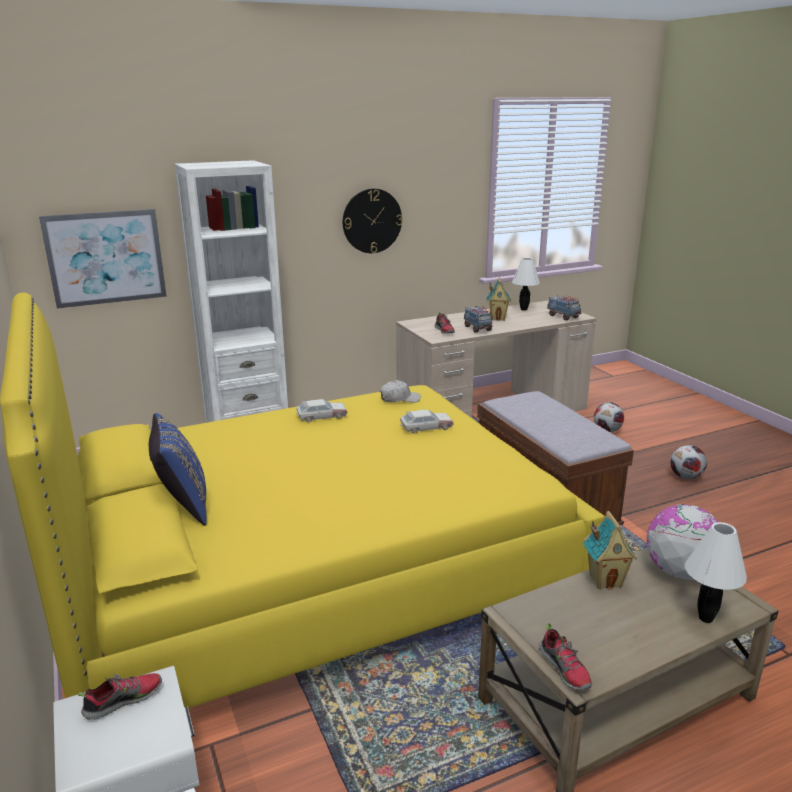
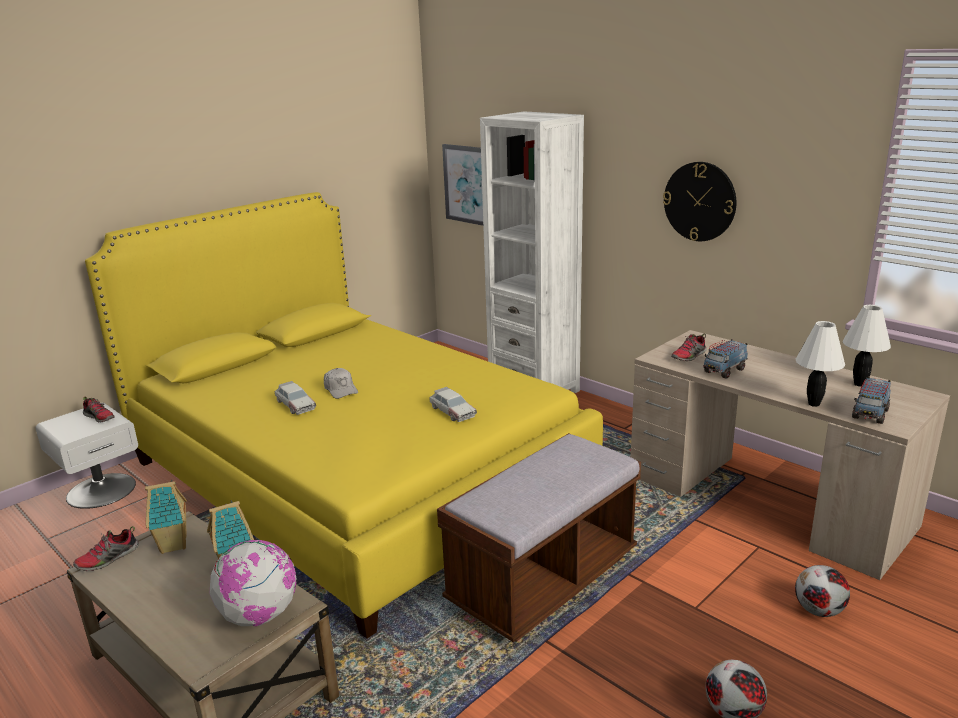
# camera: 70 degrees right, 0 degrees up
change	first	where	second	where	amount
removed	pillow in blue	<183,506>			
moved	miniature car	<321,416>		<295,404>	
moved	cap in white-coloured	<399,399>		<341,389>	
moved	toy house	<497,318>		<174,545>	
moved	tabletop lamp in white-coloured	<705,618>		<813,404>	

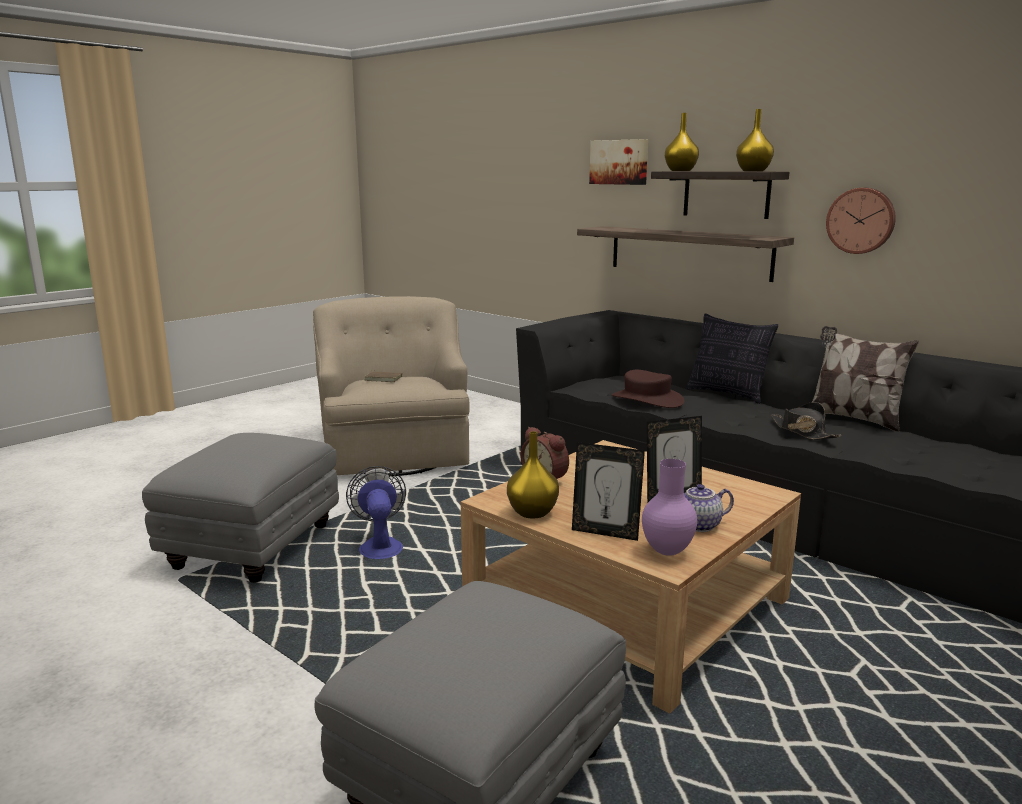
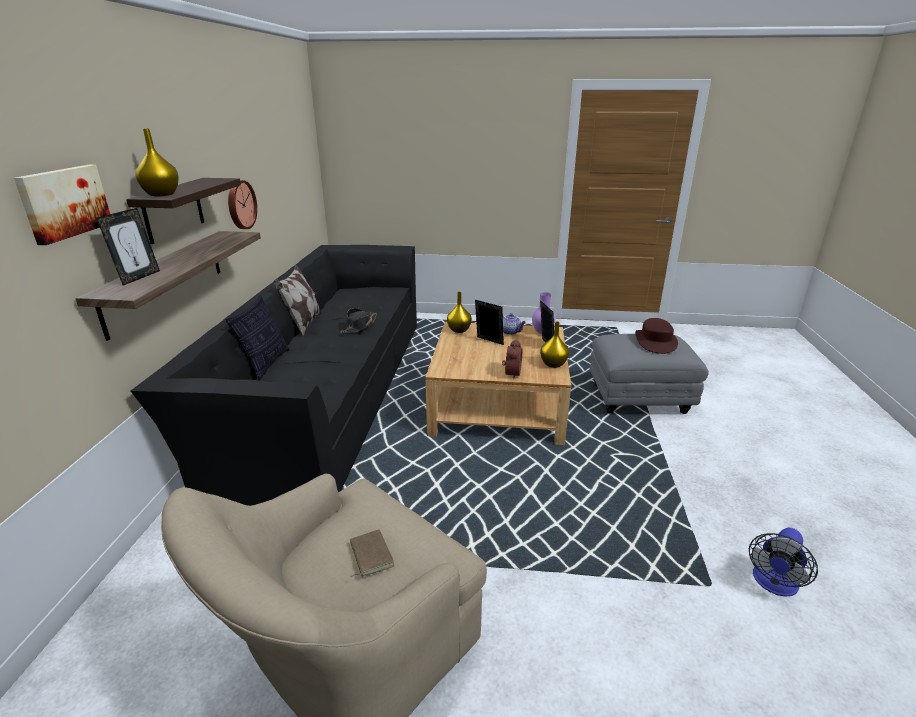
# camera: 125 degrees left, 10 degrees up
change	first	where	second	where	amount
removed	pouffe in grey	<254,546>			
added			photo frame	<138,277>	
moved	cooling fan	<380,545>		<773,584>	
moved	wearable hat in brown-coloured	<647,399>		<655,341>	
moved	flower vase in yellow	<754,171>		<458,330>	

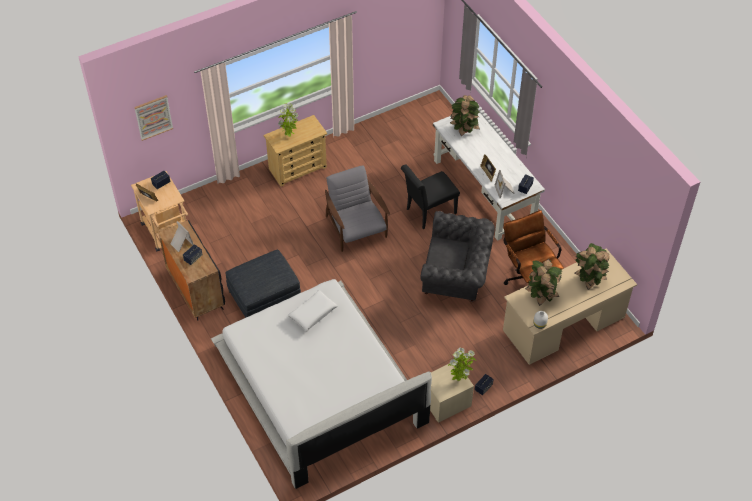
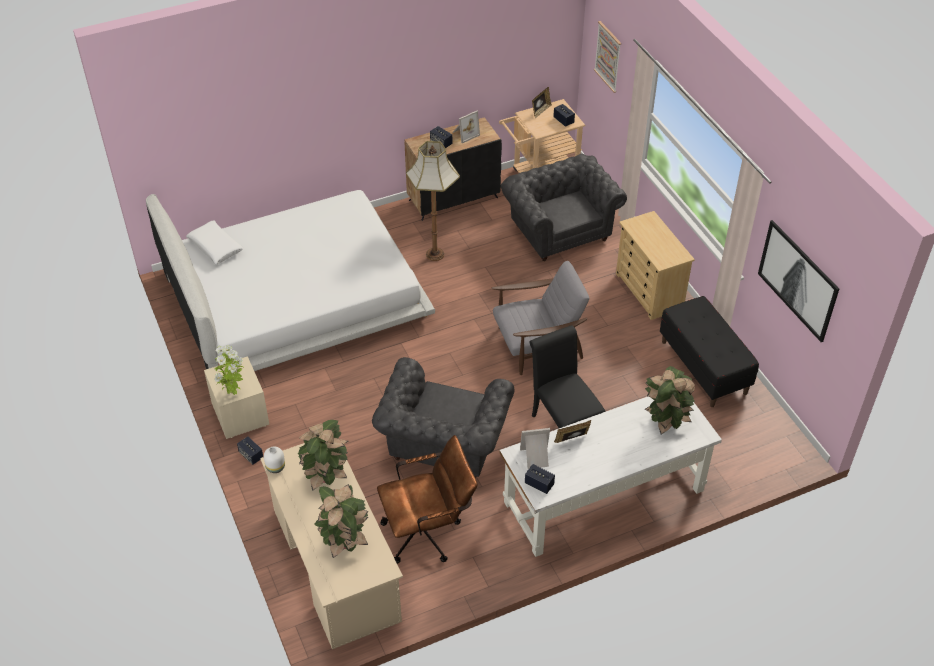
# camera: 95 degrees right, 5 degrees down
change	first	where	second	where	amount
removed	plant in a pot	<289,135>			
added			easy chair in grey	<559,229>	
added			bench in black	<704,367>	
added			wall art	<798,280>	
moved	pillow in white-coloured	<312,313>		<215,247>	
replaced	pouffe in grey	<264,297>	standing lamp	<434,254>	

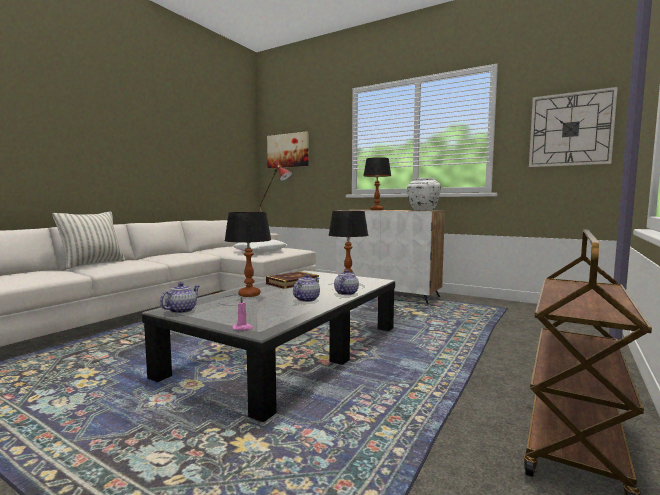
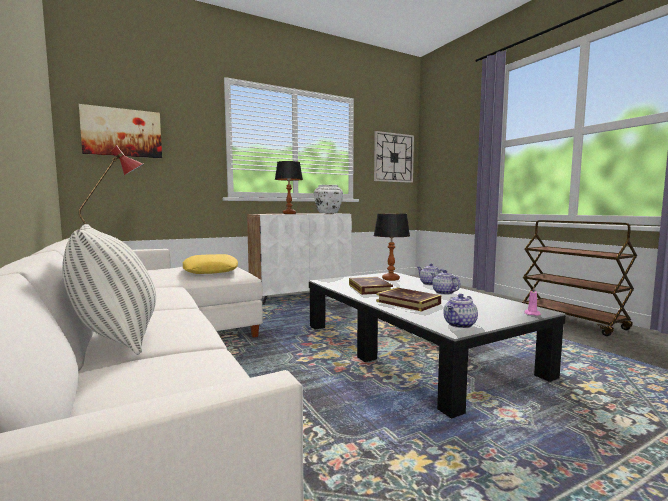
# camera: 60 degrees left, 0 degrees up
change	first	where	second	where	amount
replaced	tabletop lamp	<249,295>	bound book	<408,302>	
recoloured	pillow in white-coloured	<260,251>	pillow in yellow	<210,270>	
turned	teapot	<181,310>		<460,325>	105 degrees counterclockwise

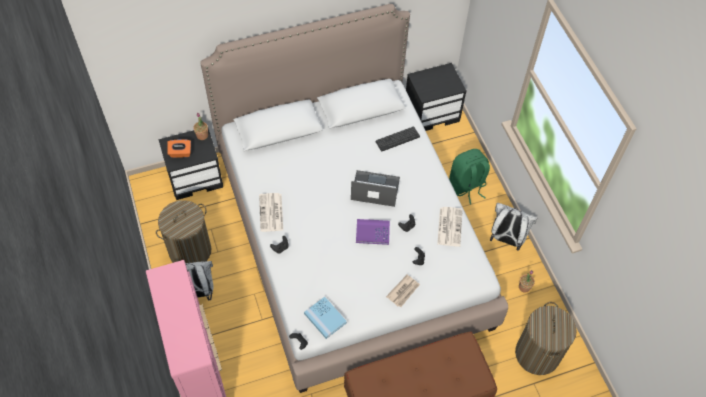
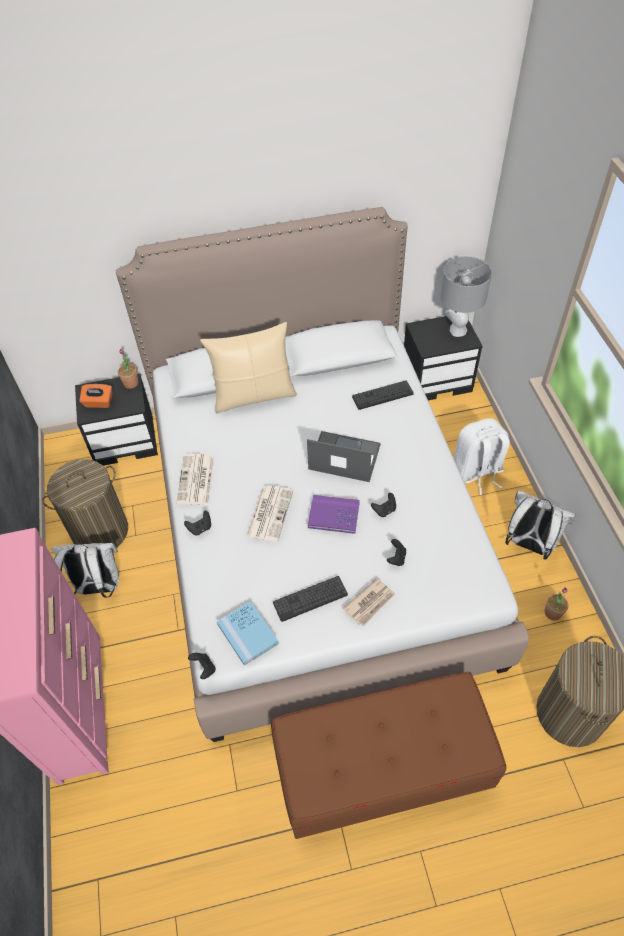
# camera: 10 degrees right, 5 degrees down
change	first	where	second	where	amount
added			pillow in beige	<254,395>	
added			PC keyboard	<310,599>	
added			tabletop lamp in grey	<457,330>	
moved	daily paper	<449,226>		<269,512>	
recoloured	knapsack in green-coloured	<467,186>	knapsack in white-coloured	<477,472>	

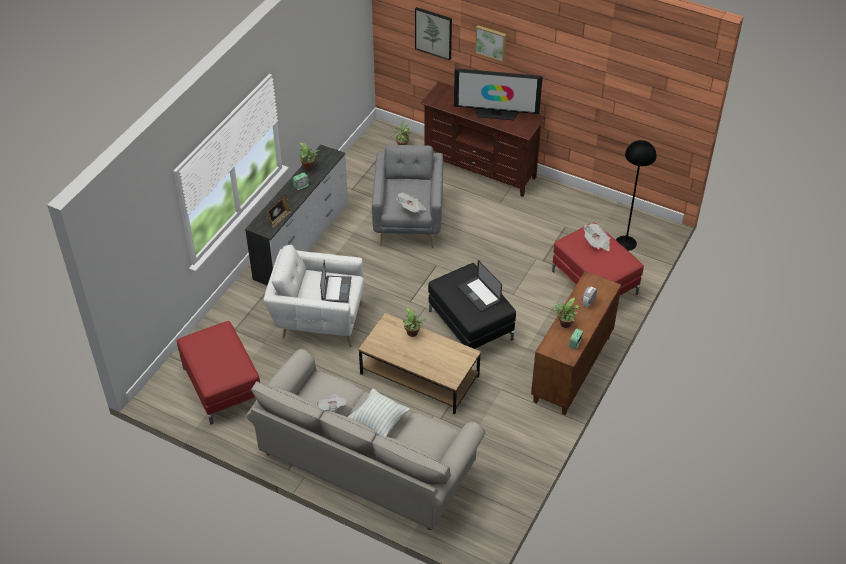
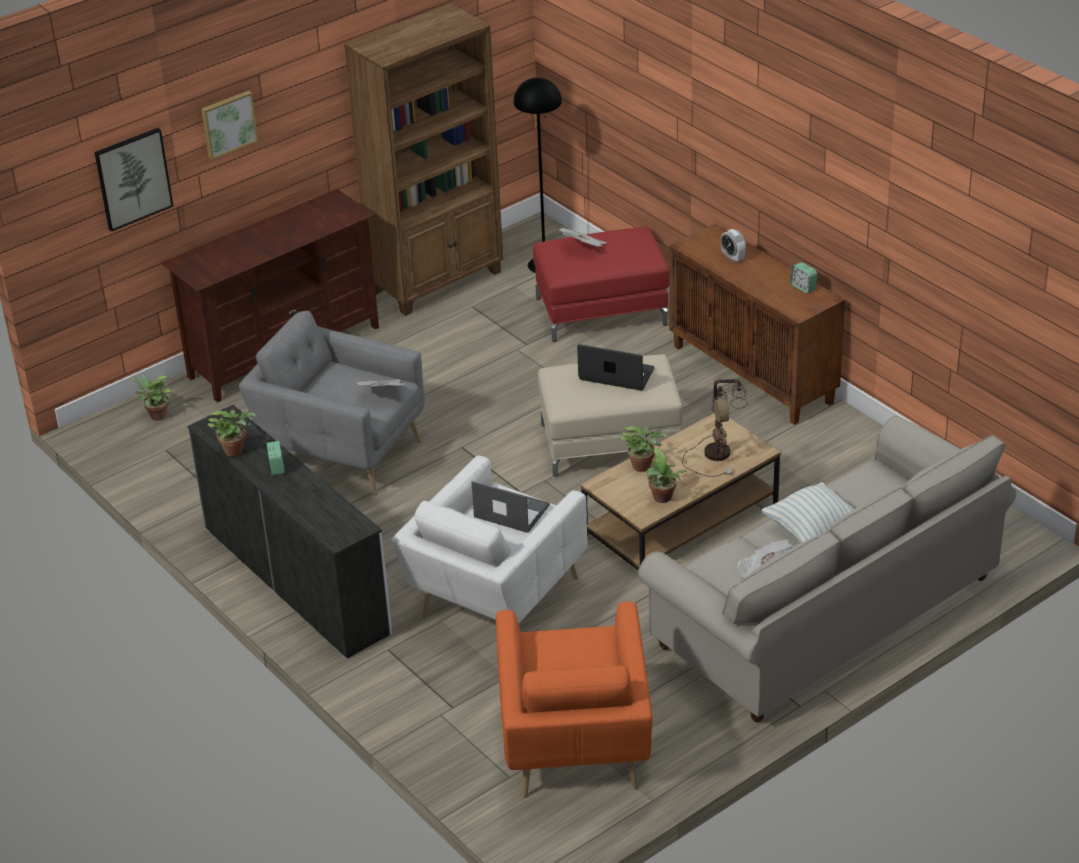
# camera: 65 degrees left, 10 degrees down
change	first	where	second	where	amount
removed	photo frame	<279,219>			
removed	television	<496,113>			
added			bookshelf in brown-coloured	<438,281>	
added			tabletop lamp	<718,452>	
moved	plant in a pot	<564,324>		<663,499>	
replaced	pouffe in red-coloured	<221,386>	easy chair in orange	<574,749>	
recoloured	pouffe in black	<471,325>	pouffe in beige	<610,444>	
turned	portable computer	<479,295>		<616,375>	150 degrees counterclockwise

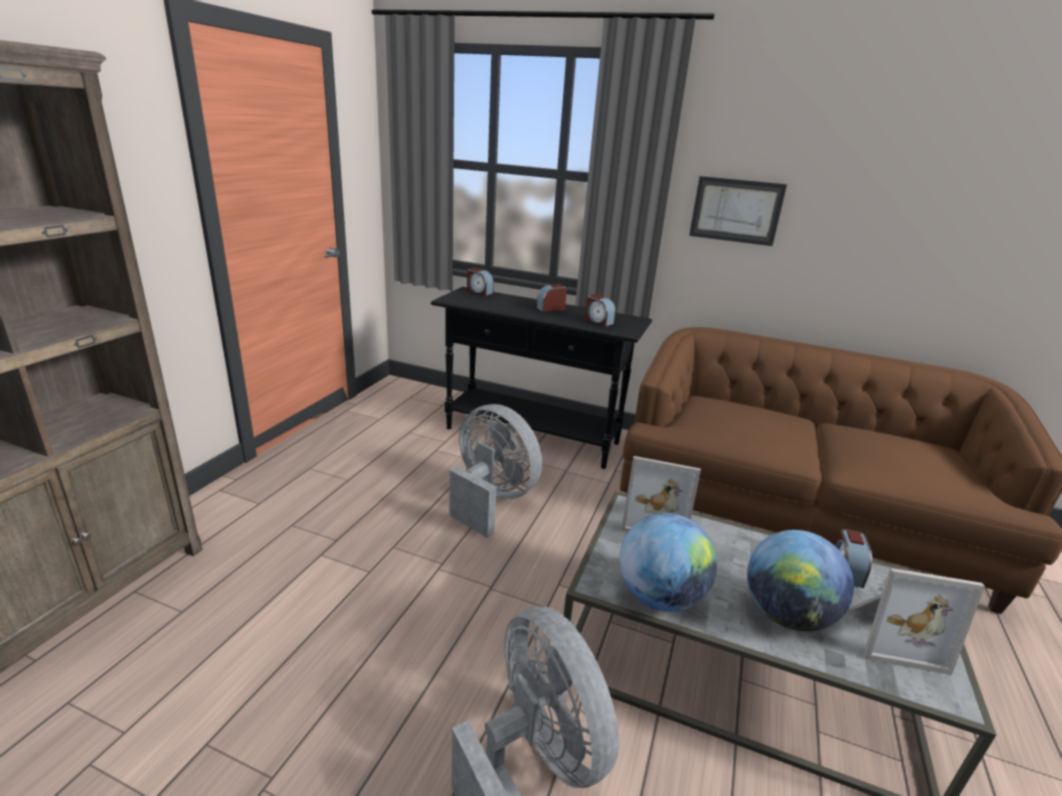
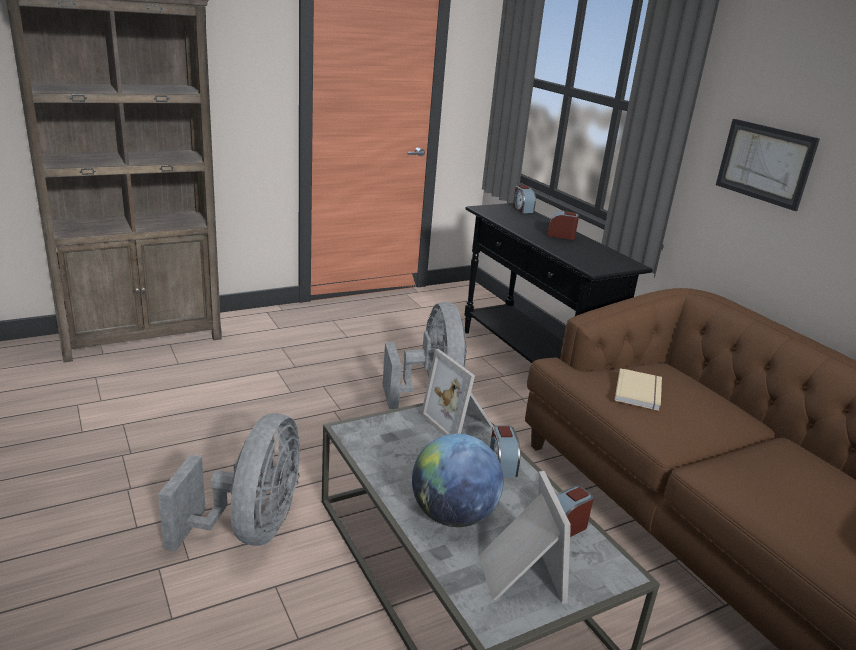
# camera: 40 degrees right, 0 degrees up
change	first	where	second	where	amount
removed	world globe	<660,597>			
added			bound book in beige	<640,391>	
moved	table clock	<598,321>		<502,464>	
turned	photo frame	<893,636>		<518,575>	150 degrees counterclockwise

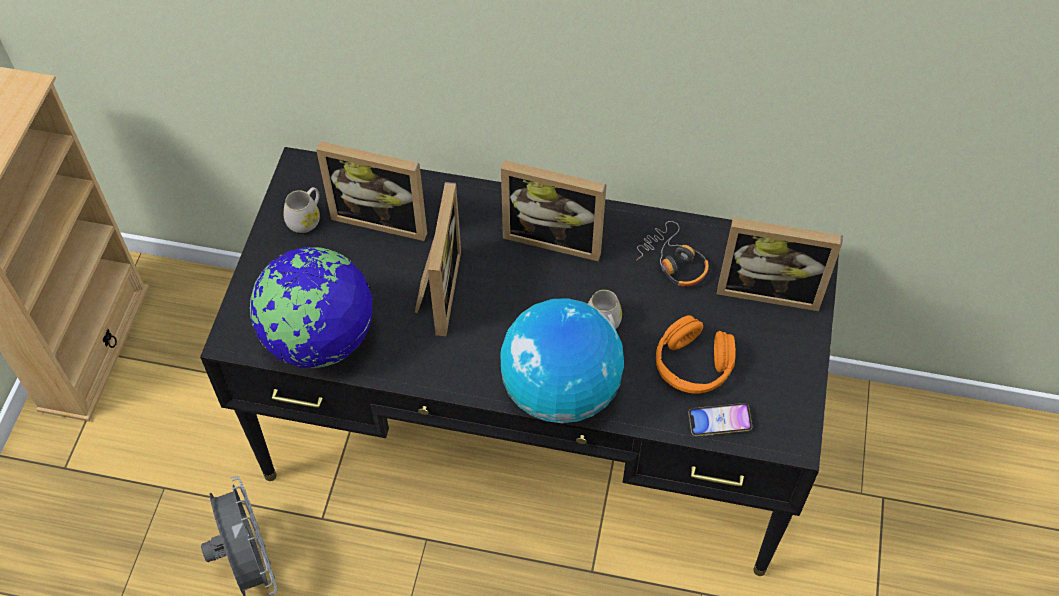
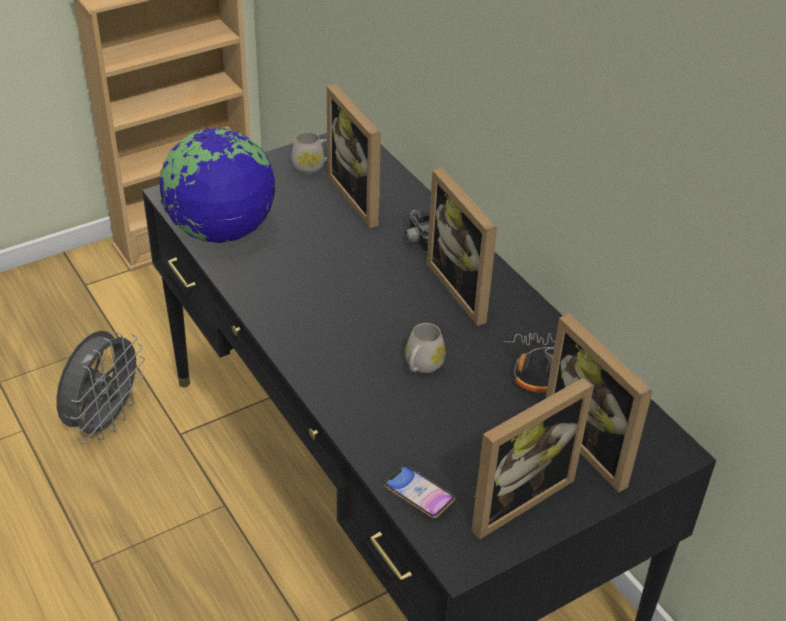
# camera: 45 degrees right, 15 degrees down
change	first	where	second	where	amount
removed	world globe	<560,390>			
removed	pair of headphones in orange	<692,365>			
added			photo camera	<416,241>	
moved	photo frame	<436,291>		<513,495>	

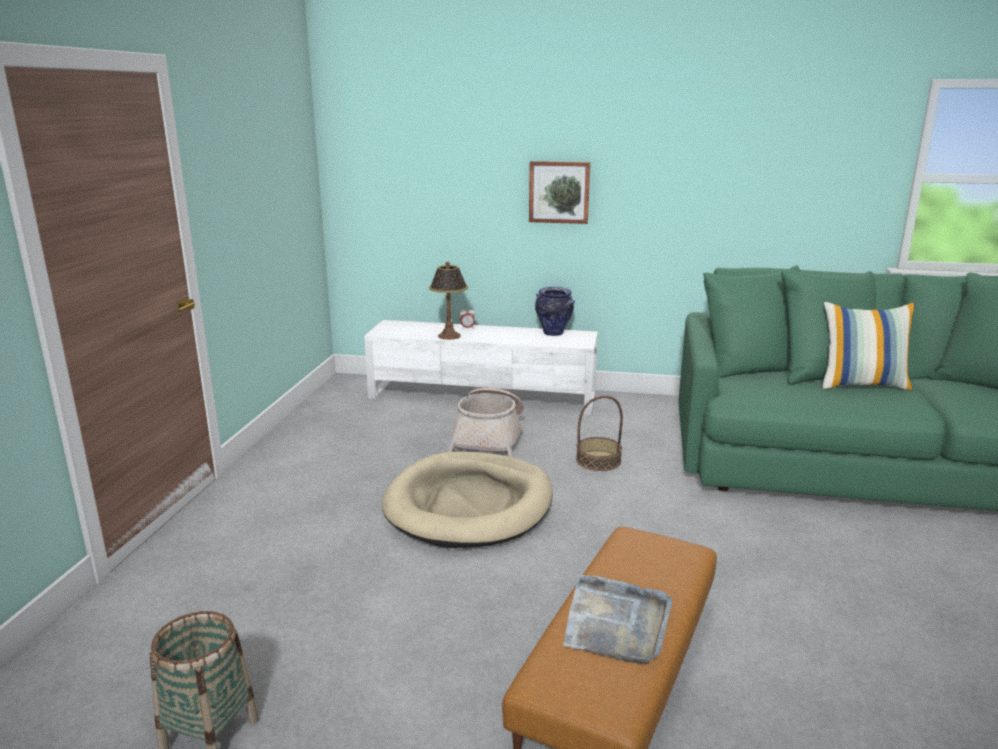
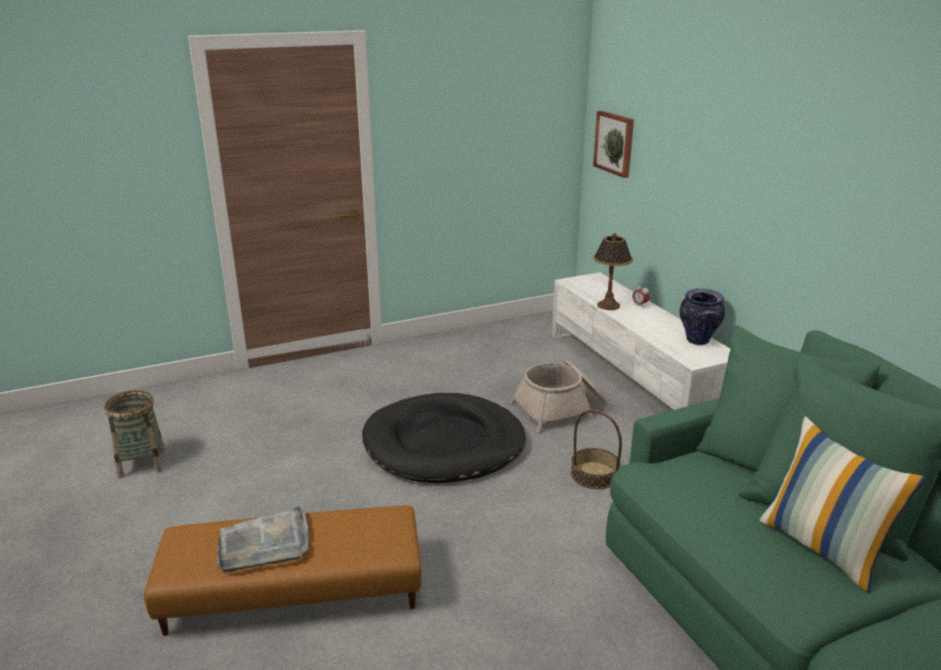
# camera: 55 degrees right, 5 degrees up
change	first	where	second	where	amount
moved	wall art	<559,192>		<614,143>	
recoloured	dog bed in beige	<469,505>	dog bed in black	<444,444>	

